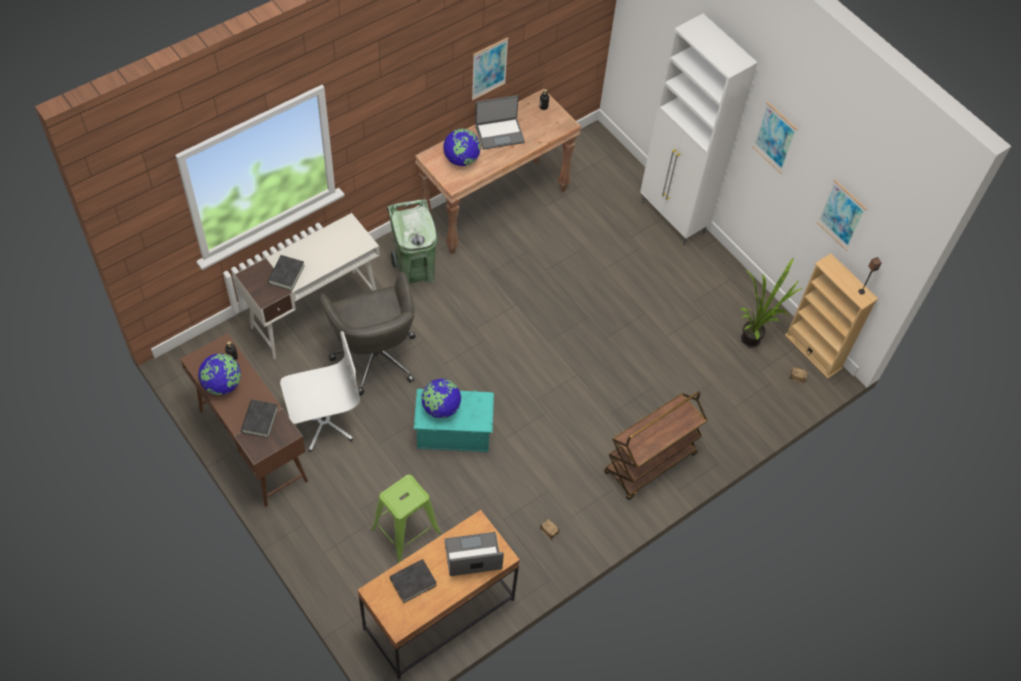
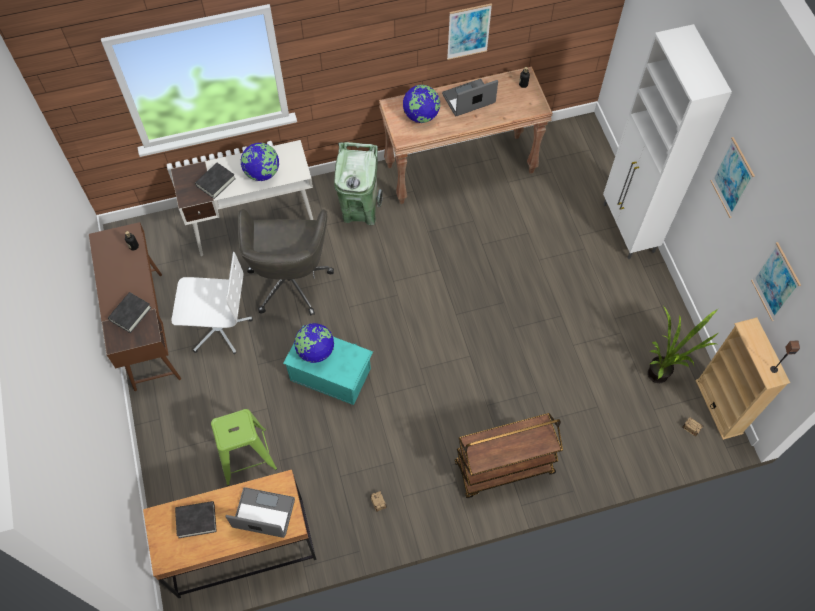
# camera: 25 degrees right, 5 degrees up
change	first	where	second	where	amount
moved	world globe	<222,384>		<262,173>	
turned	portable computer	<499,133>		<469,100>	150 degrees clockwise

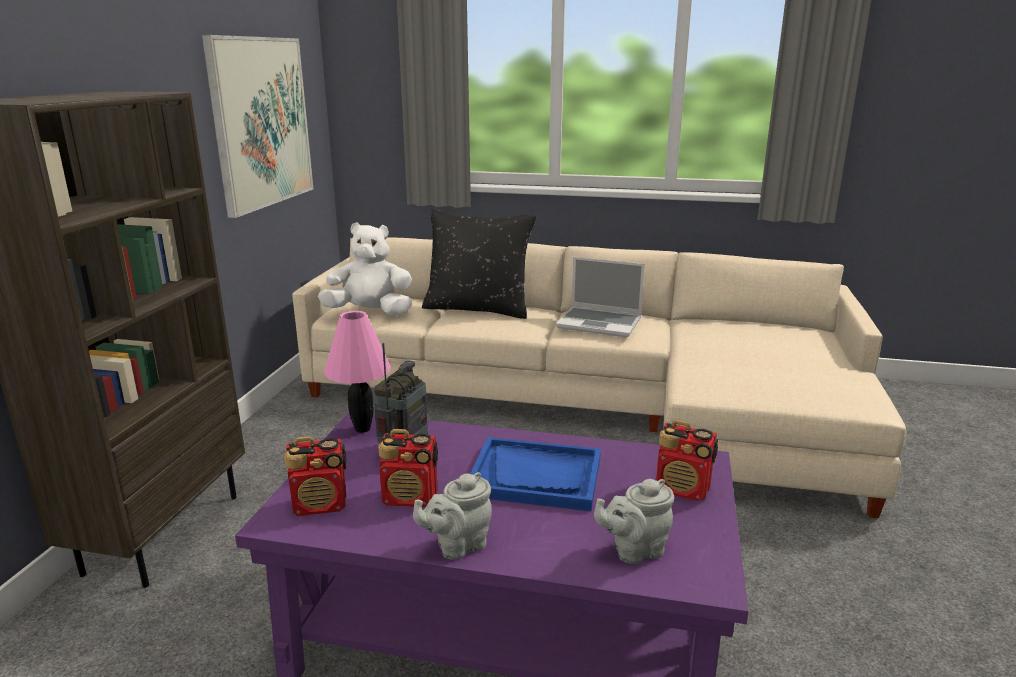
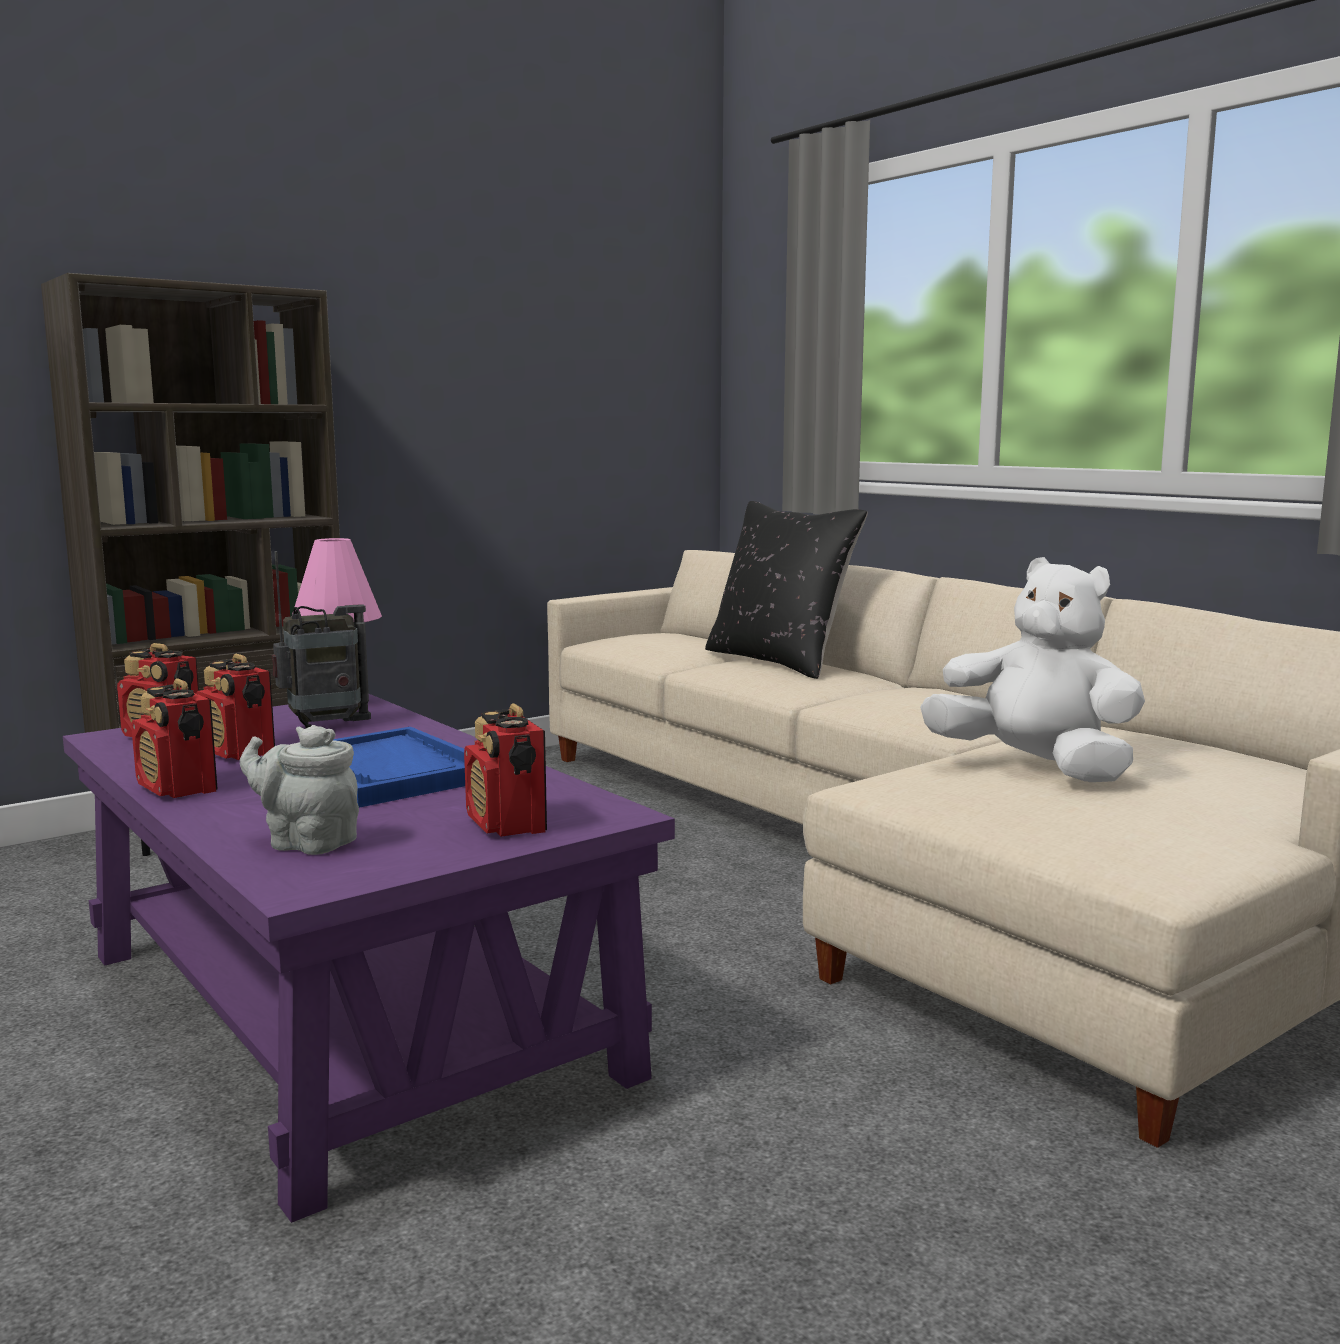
# camera: 40 degrees right, 10 degrees down
change	first	where	second	where	amount
removed	wall art	<261,122>			
removed	portable computer	<600,323>			
moved	cuddly toy in white-coloured	<370,313>		<1034,768>	
replaced	teapot in grey	<457,546>	radio set	<178,789>	

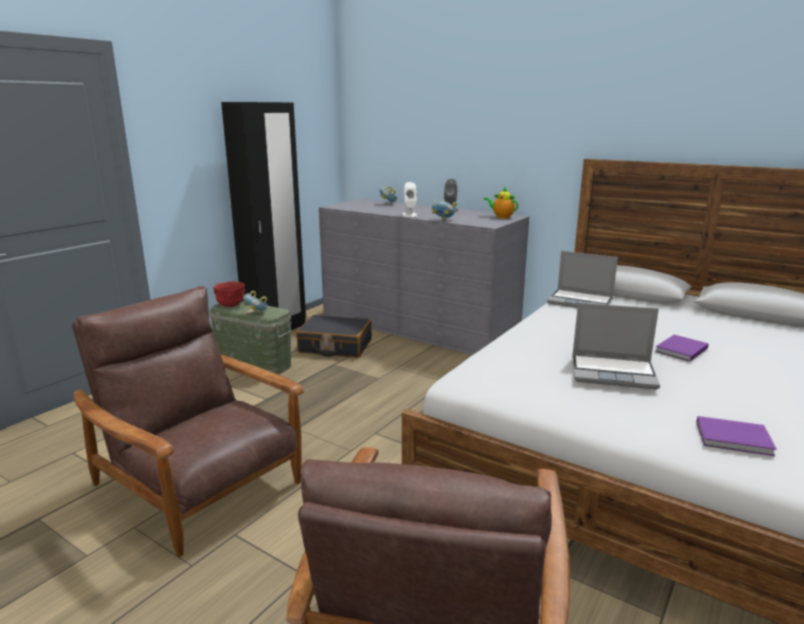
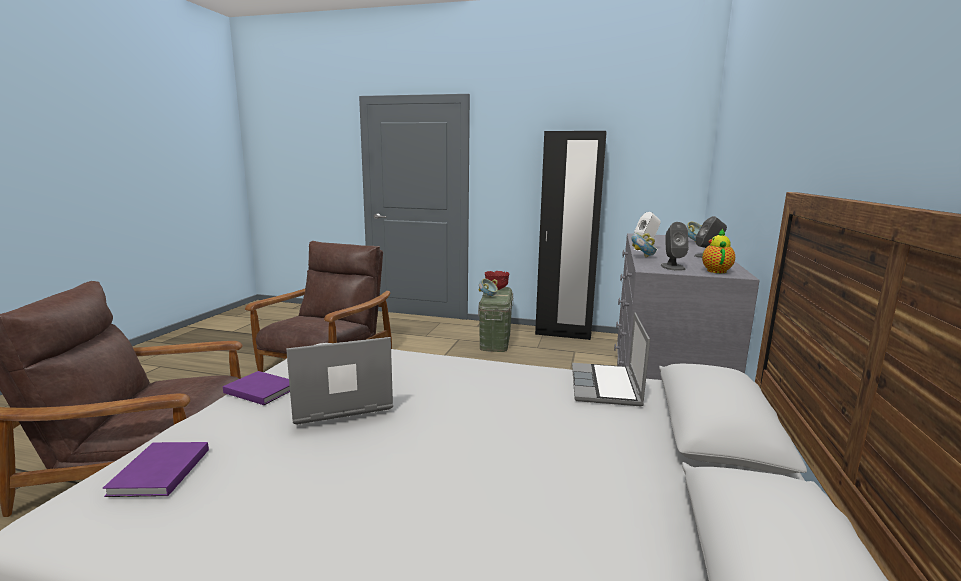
# camera: 70 degrees right, 5 degrees down
change	first	where	second	where	amount
removed	travel case in black	<335,346>			
added			audio speaker in grey	<672,267>	
moved	bound book in purple-coloured	<680,350>		<260,389>	
turned	portable computer	<614,373>		<339,403>	75 degrees clockwise

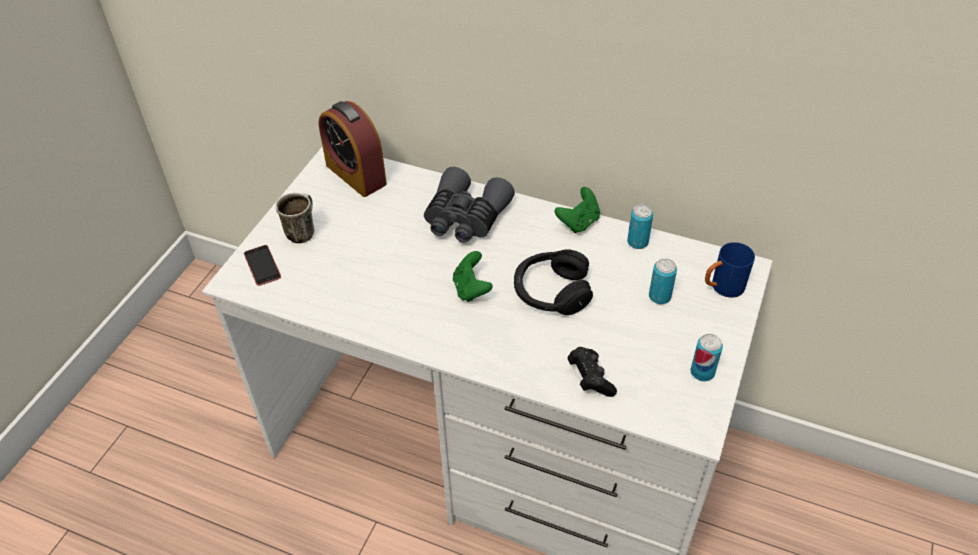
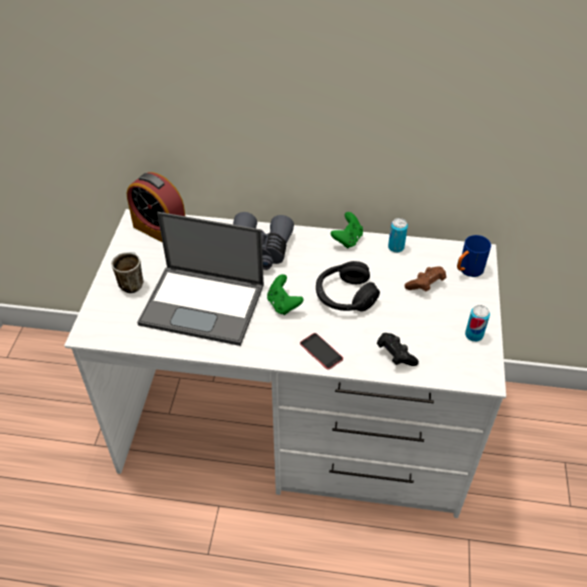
# camera: 15 degrees left, 0 degrees up
change	first	where	second	where	amount
added			portable computer	<204,304>	
moved	handset	<262,265>		<321,351>	
replaced	sealed can	<659,296>	joypad in brown-coloured	<425,285>	

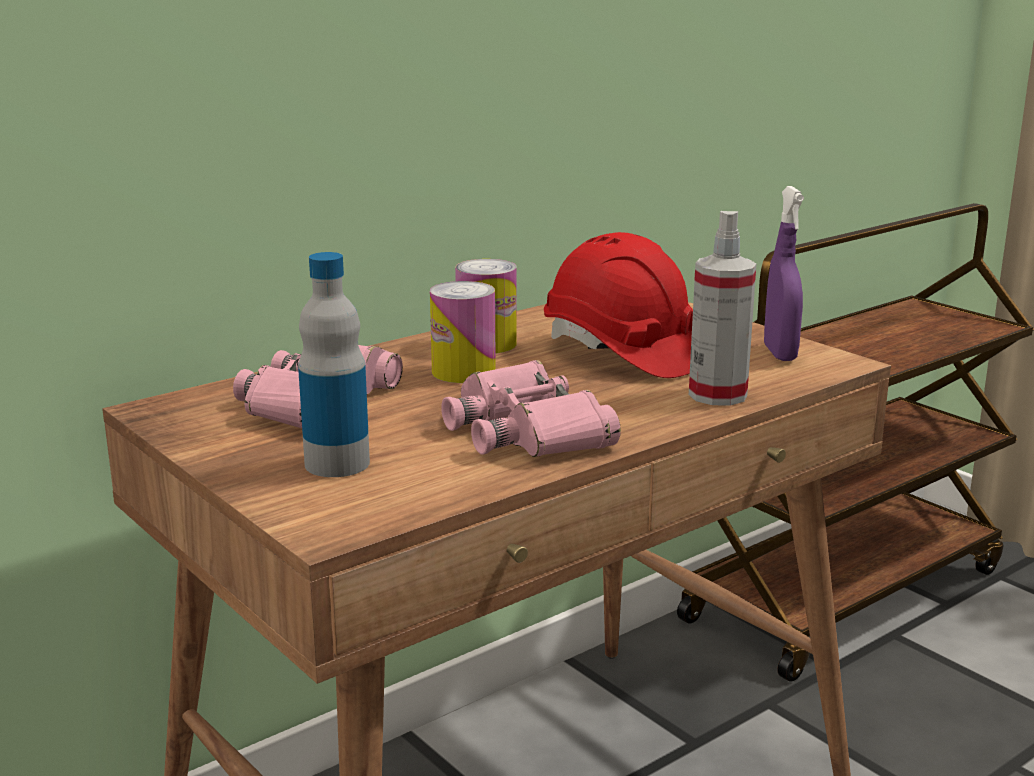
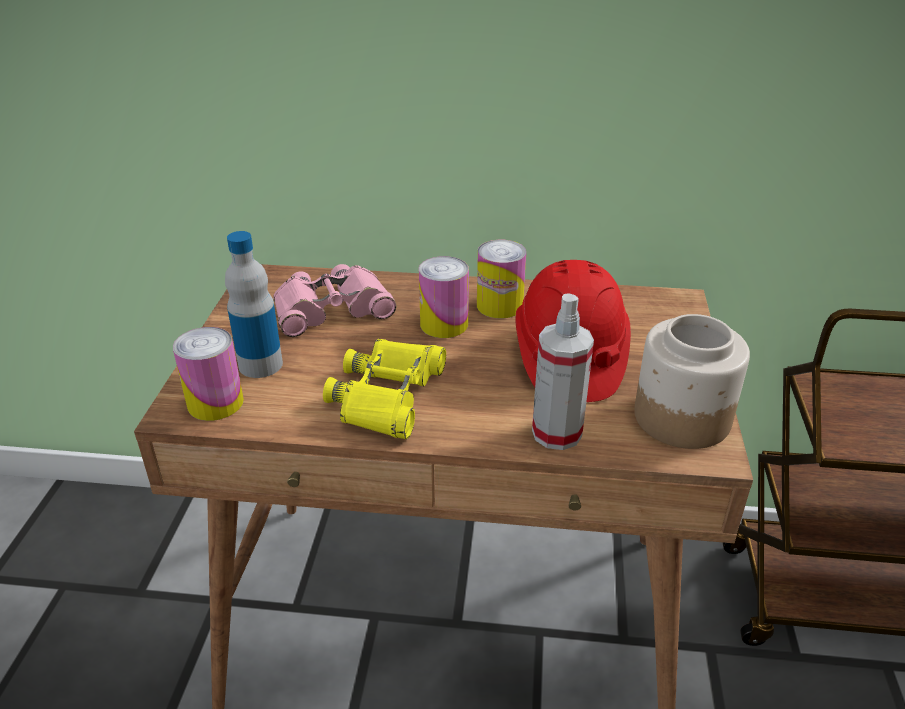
# camera: 45 degrees right, 15 degrees up
change	first	where	second	where	amount
added			sealed can	<215,403>	
replaced	sprayer in purple-coloured	<780,353>	preserve jar	<680,417>	
recoloured	field glasses in pink-coloured	<526,431>	field glasses in yellow	<388,396>	

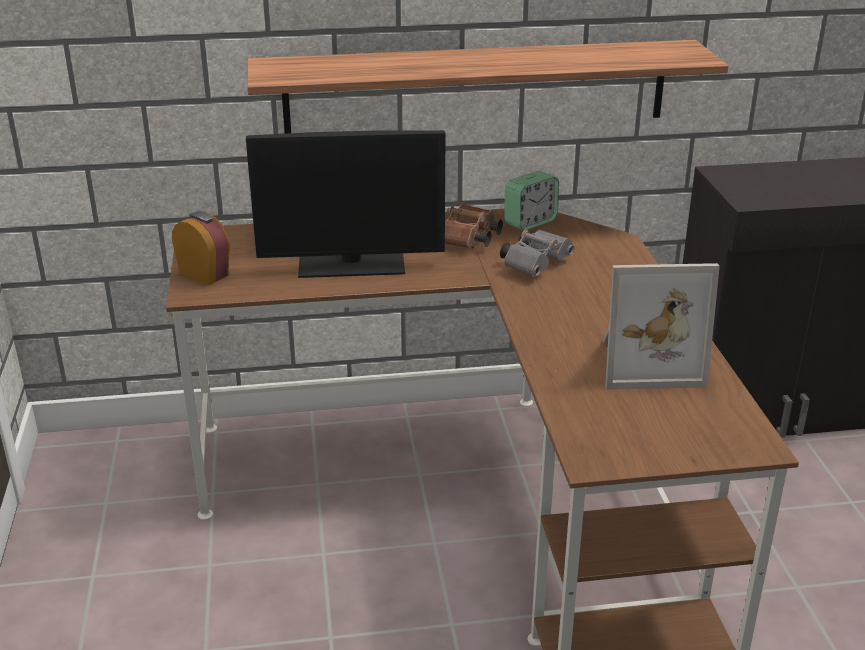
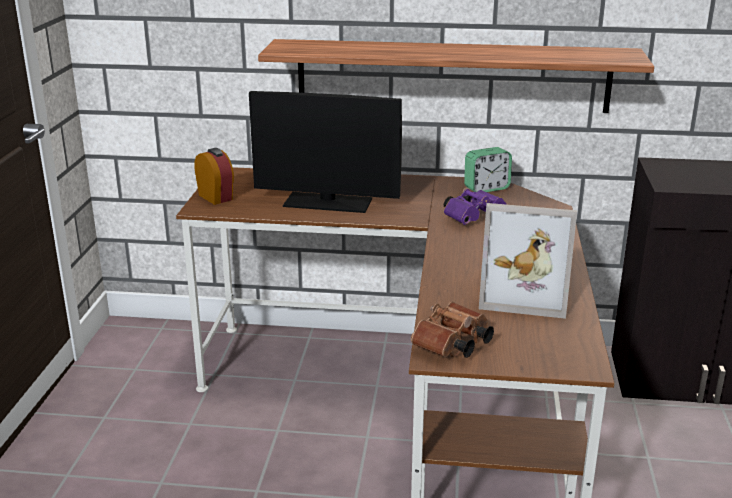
# camera: 15 degrees right, 5 degrees down
change	first	where	second	where	amount
moved	field glasses in brown-coloured	<468,240>		<451,345>	
recoloured	field glasses in grey	<536,264>	field glasses in purple-coloured	<474,217>	

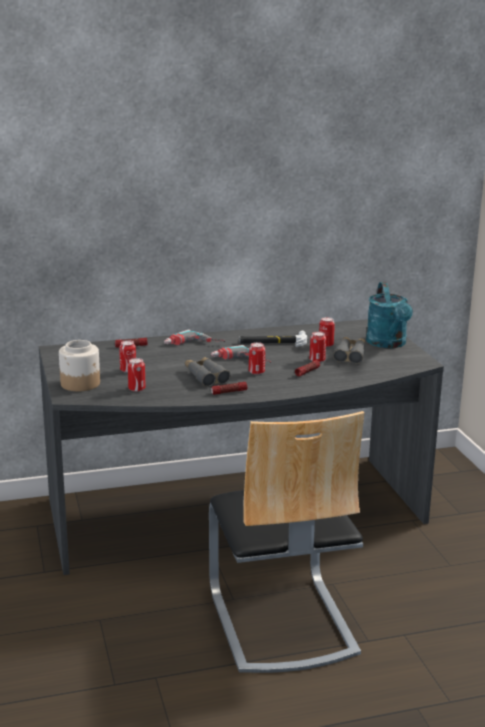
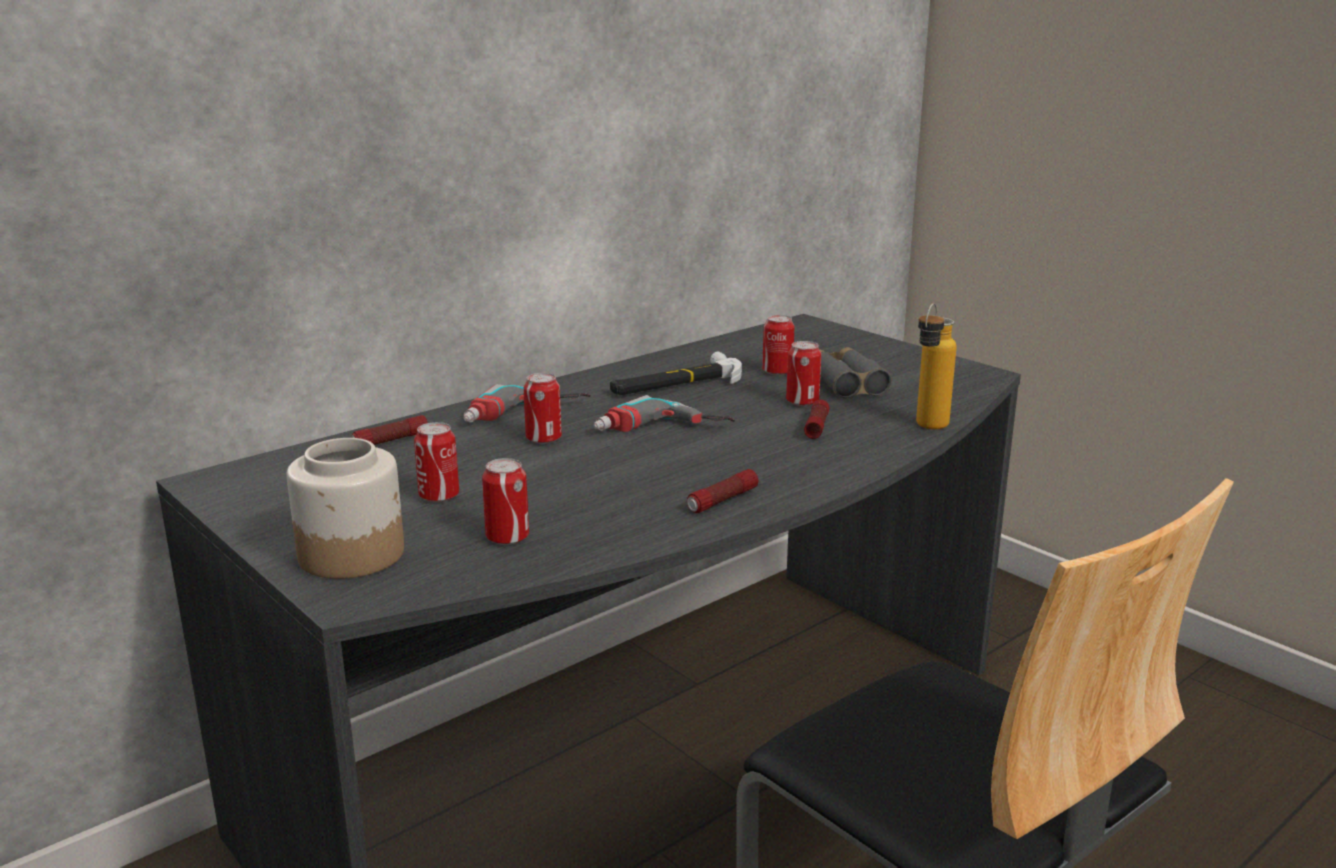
# camera: 25 degrees left, 0 degrees up
change	first	where	second	where	amount
removed	field glasses in grey	<206,377>			
removed	watering can in turquoise-coloured	<388,344>			
added			bottle	<927,429>	
moved	sealed can	<256,372>		<543,439>	

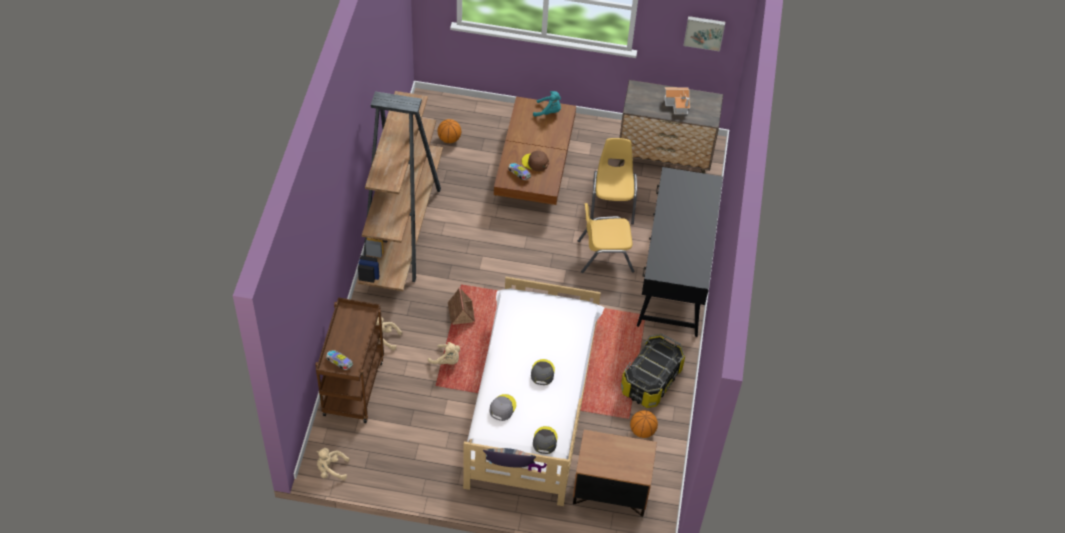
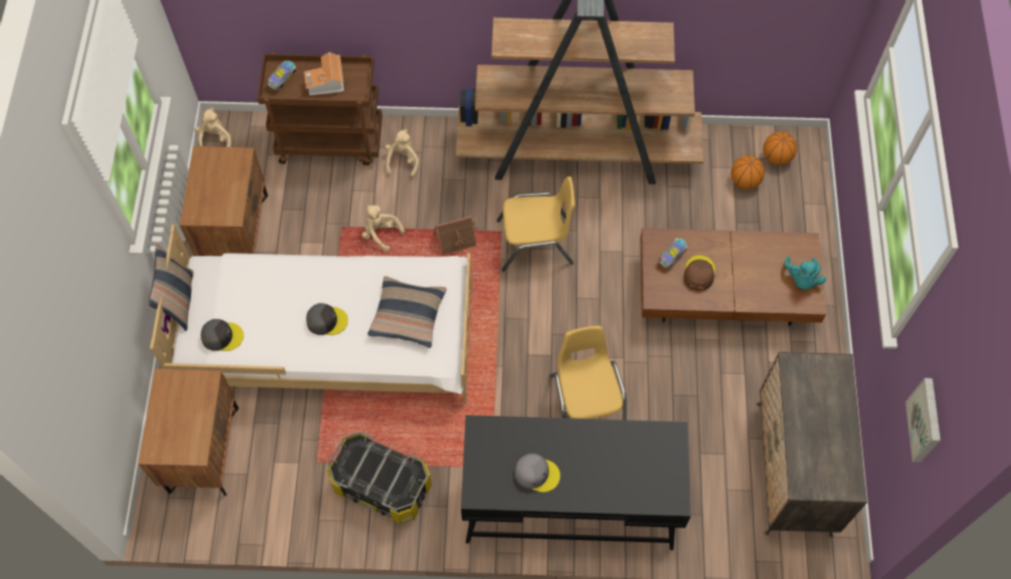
# camera: 85 degrees right, 10 degrees up
change	first	where	second	where	amount
added			nightstand in brown-coloured	<235,230>	
added			pillow	<408,315>	
moved	cap in grey	<502,408>		<536,473>	
moved	chair in yellow	<612,203>		<535,243>	
moved	basketball	<642,431>		<776,157>	
moved	toy house	<678,104>		<326,83>	
turned	cuddly toy in beige	<447,360>		<380,233>	105 degrees clockwise

